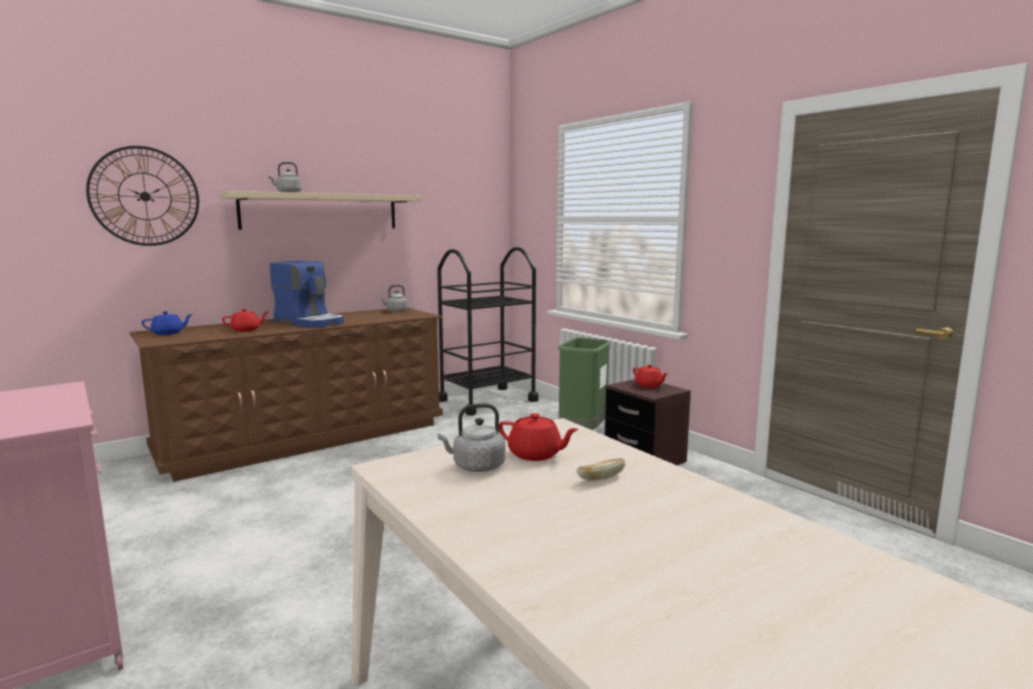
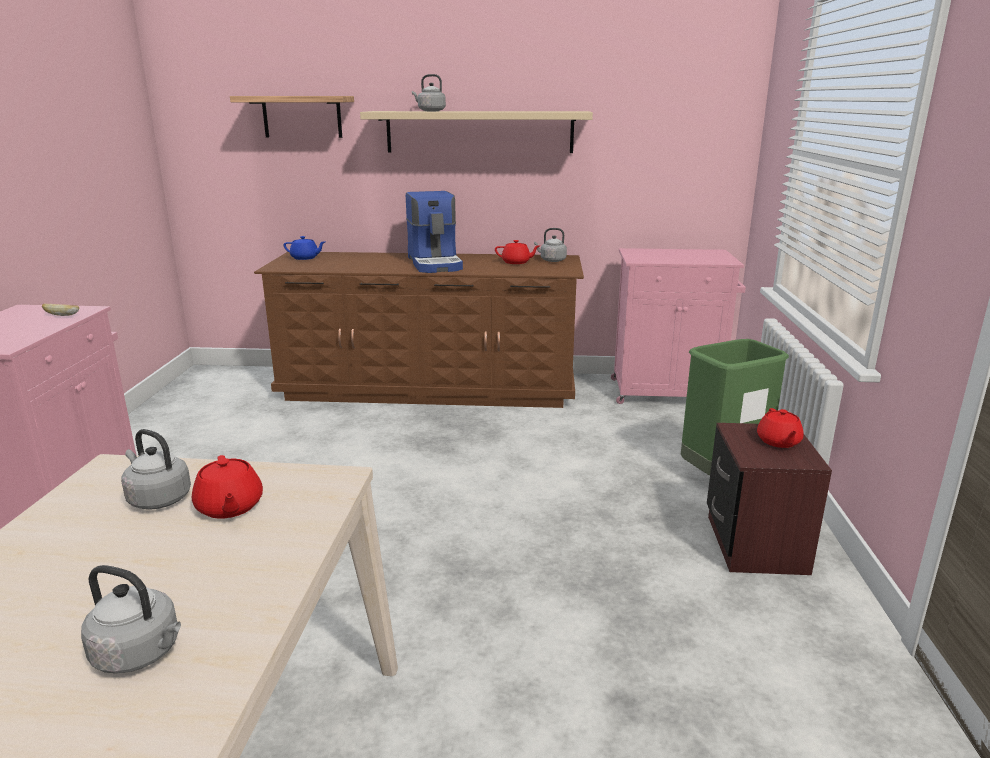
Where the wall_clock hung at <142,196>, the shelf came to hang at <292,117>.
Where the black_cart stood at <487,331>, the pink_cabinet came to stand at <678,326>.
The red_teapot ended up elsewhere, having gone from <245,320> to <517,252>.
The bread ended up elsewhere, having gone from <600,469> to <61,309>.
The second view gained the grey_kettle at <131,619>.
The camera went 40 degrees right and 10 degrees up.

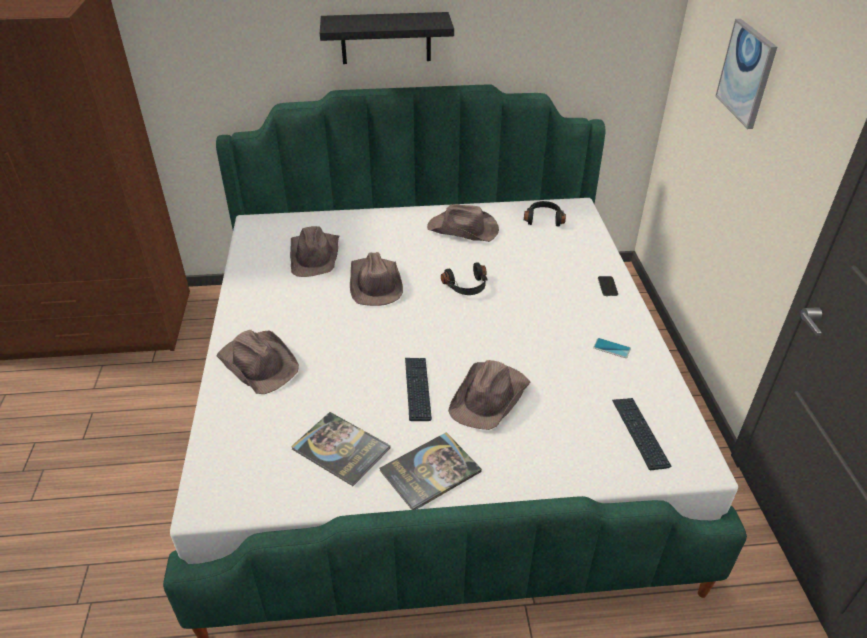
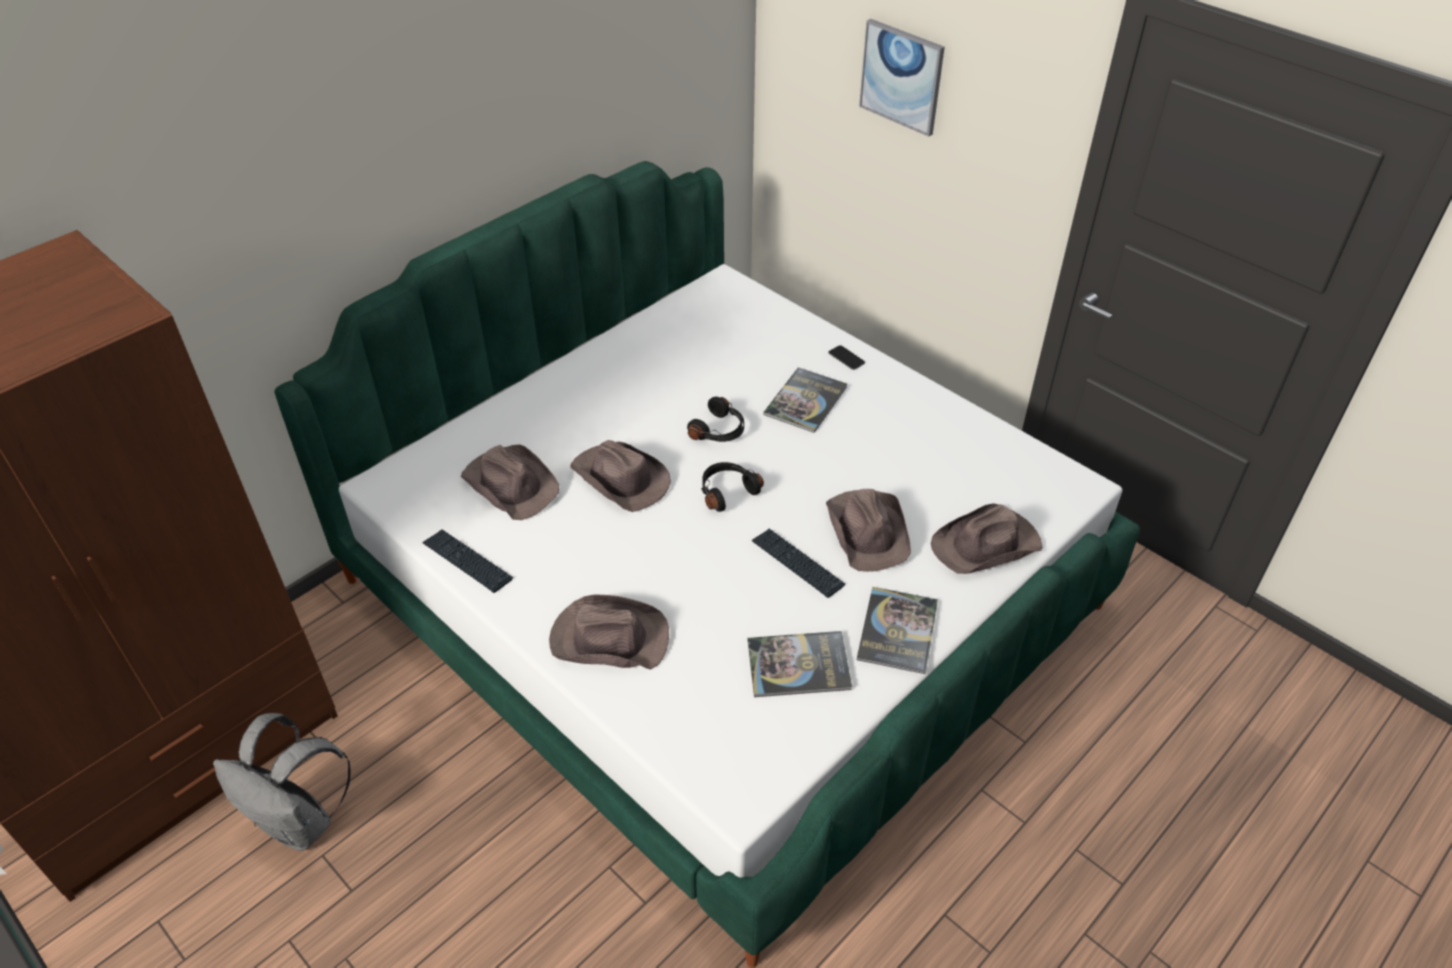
The second view lost the black_shelf at <387,38>.
The black_headphones ended up elsewhere, having gone from <545,213> to <732,487>.
The brown_hat ended up elsewhere, having gone from <463,223> to <987,538>.
The second view lost the phone at <612,348>.
The keyboard ended up elsewhere, having gone from <641,434> to <467,561>.
The second view gained the book at <805,400>.
The second view gained the grey_backpack at <281,782>.
The camera went 40 degrees left and 5 degrees up.

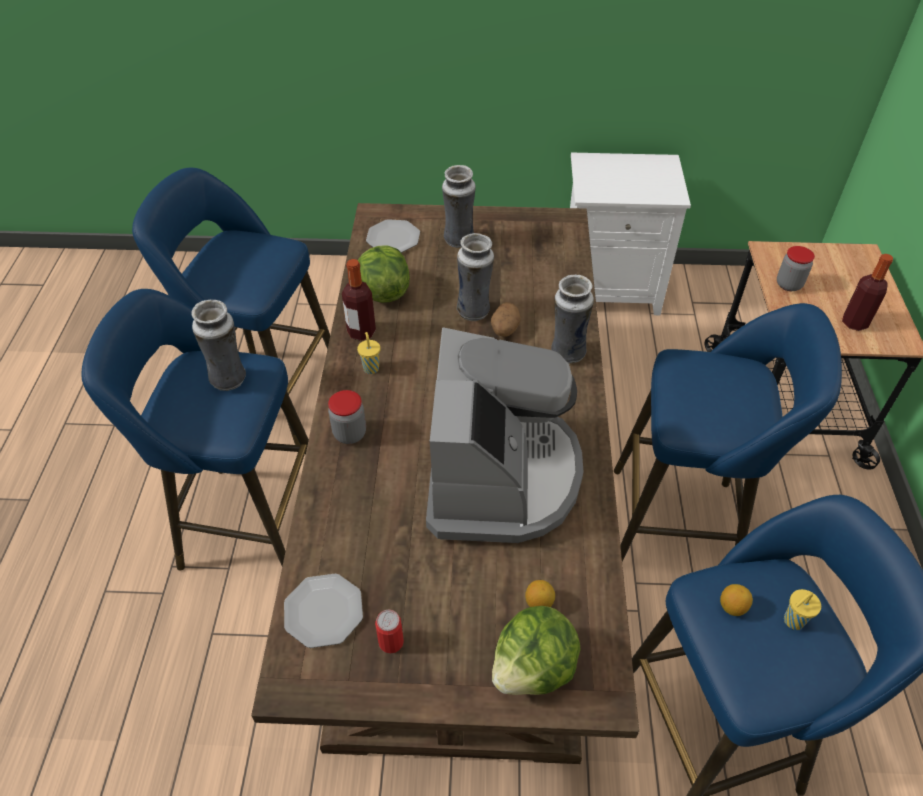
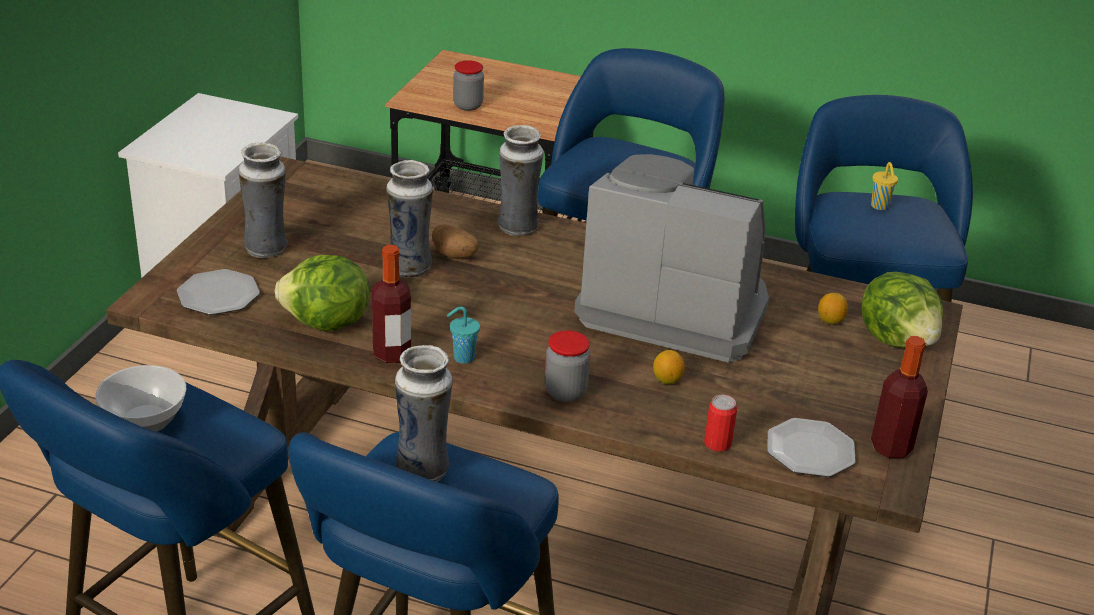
The bottle ended up elsewhere, having gone from <867,292> to <899,397>.
What was the yellow_cup at <368,353> turned into the turquoise_cup at <463,335>.
The lemon ended up elsewhere, having gone from <736,600> to <669,367>.
The can ended up elsewhere, having gone from <389,632> to <720,423>.
The second view gained the bowl at <141,398>.
The camera went 75 degrees left and 15 degrees down.

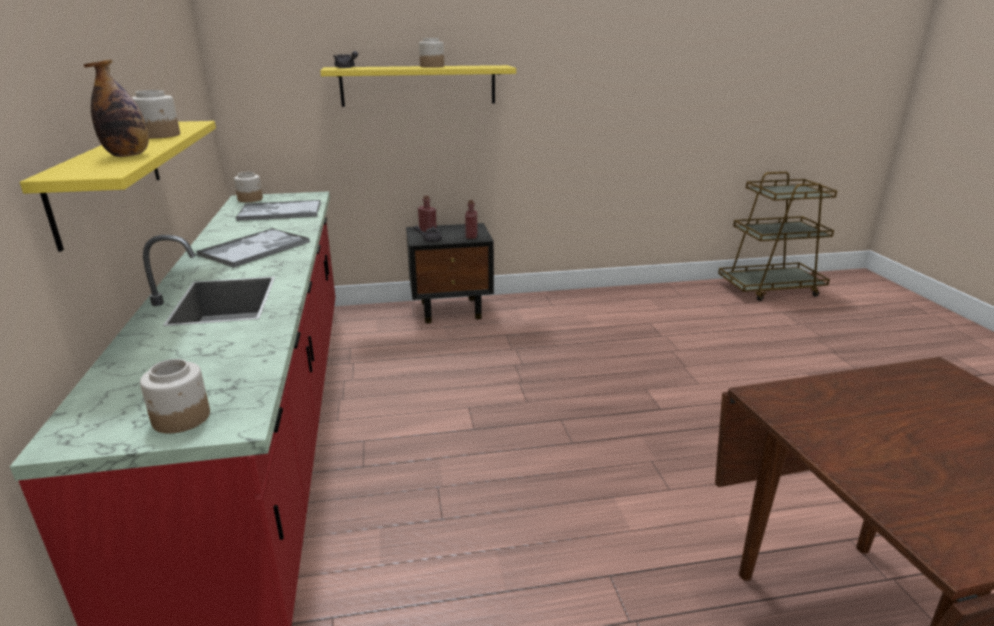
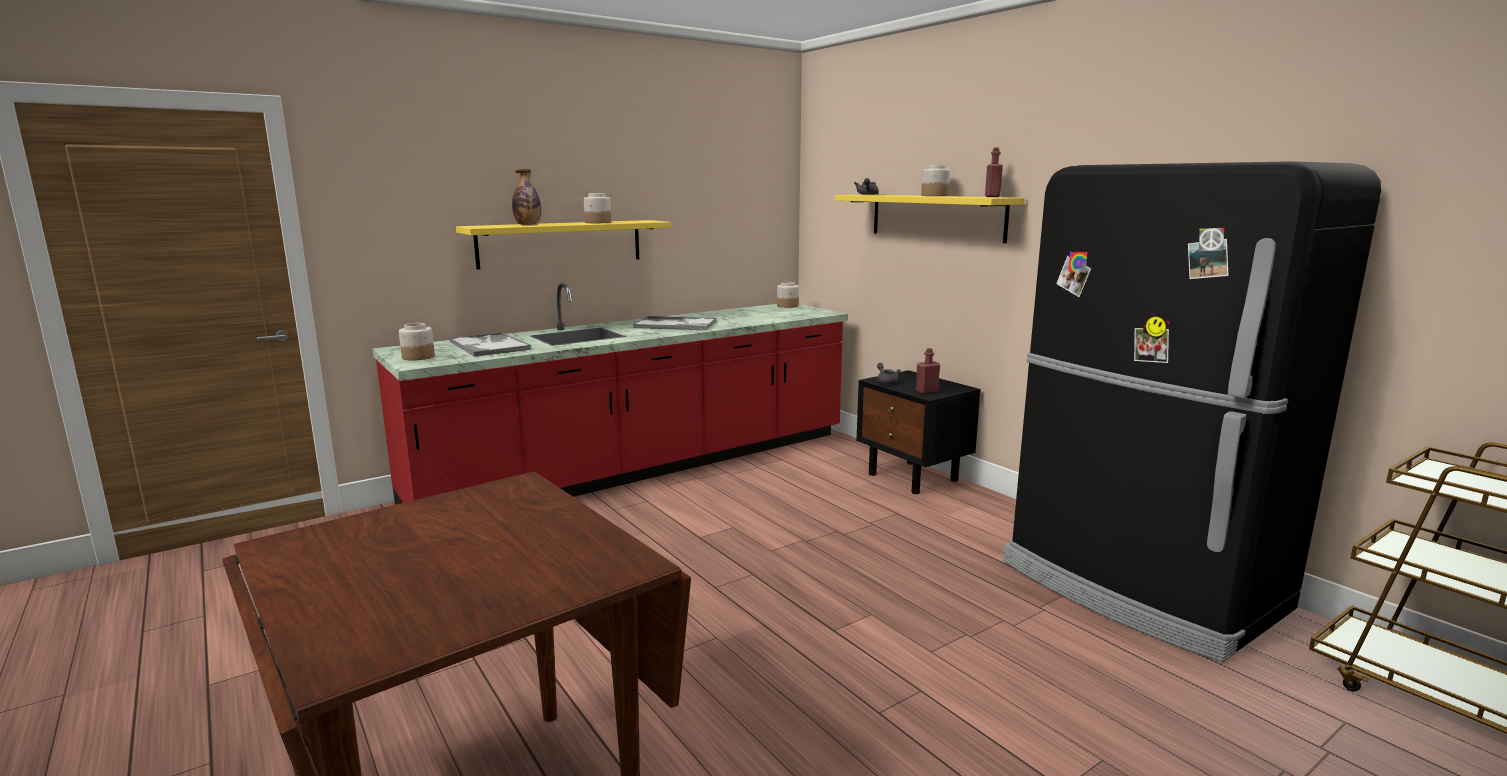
The red_bottle ended up elsewhere, having gone from <427,213> to <994,172>.
The tray ended up elsewhere, having gone from <278,210> to <490,344>.
The second view gained the black_fridge at <1192,411>.
The camera went 65 degrees right and 10 degrees down.

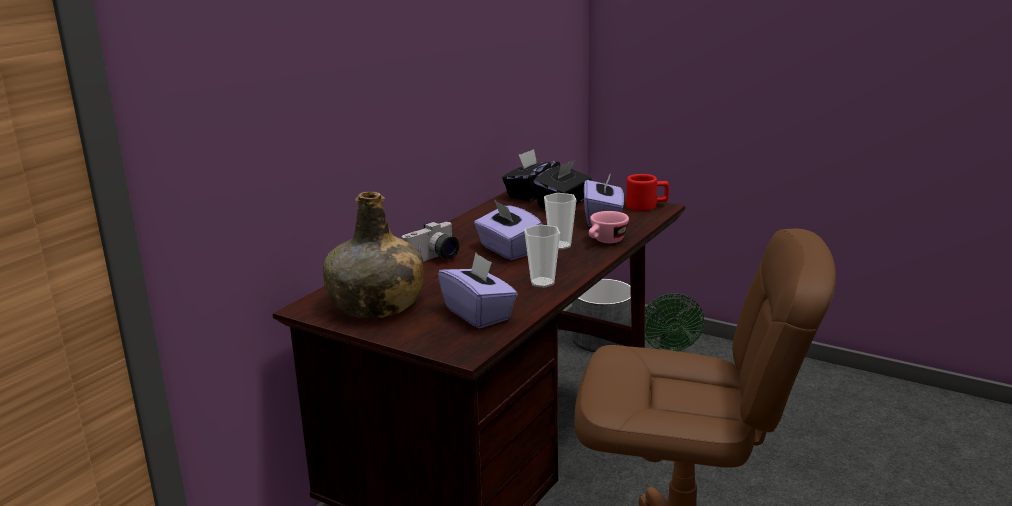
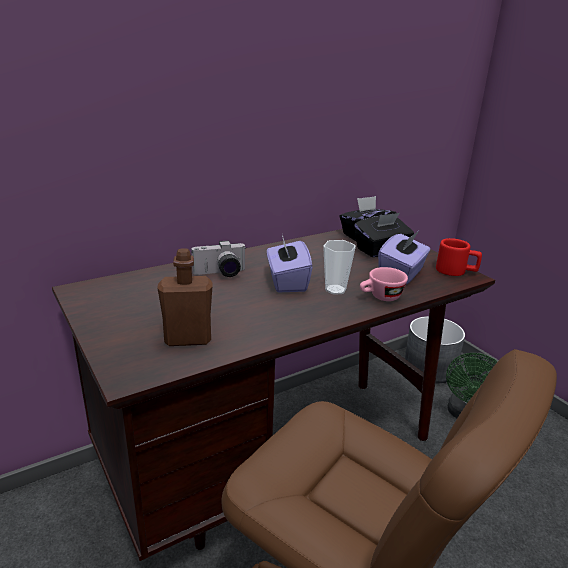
The second view lost the green_bottle at <373,255>.
The second view lost the cup at <542,256>.
Where the purple_tissue_box stood at <478,290>, the brown_bottle came to stand at <184,297>.
The camera went 25 degrees right and 5 degrees up.

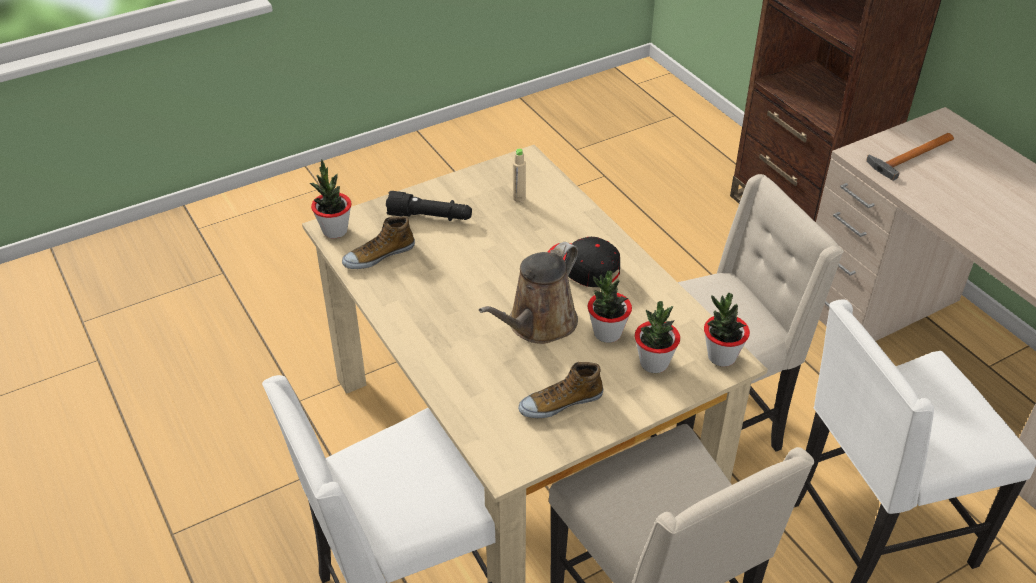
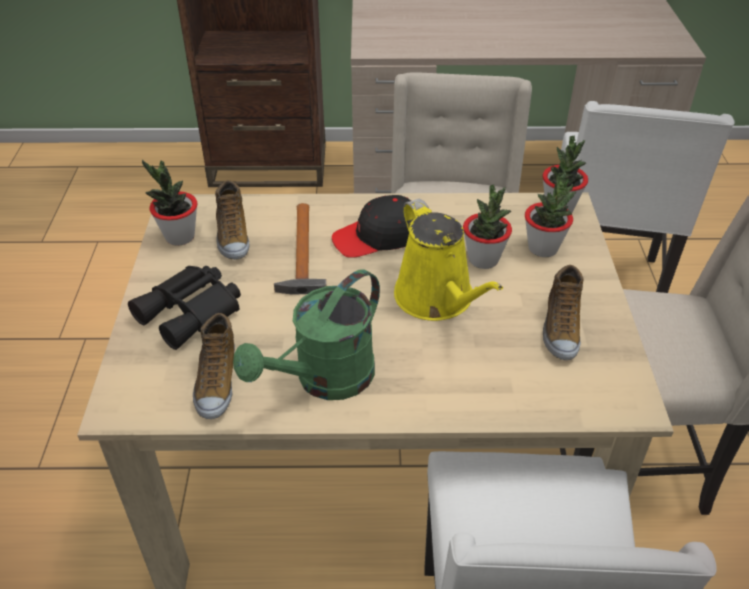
The hammer ended up elsewhere, having gone from <910,157> to <300,249>.
Where the beige_bottle stood at <519,175>, the shoe came to stand at <232,220>.
The potted_plant ended up elsewhere, having gone from <330,198> to <170,203>.
Where the black_flashlight stood at <429,206>, the black_binoculars came to stand at <184,308>.
What was the brown_watering_can at <528,293> turned into the yellow_watering_can at <448,260>.
The second view gained the green_watering_can at <306,334>.
The camera went 60 degrees left and 0 degrees up.

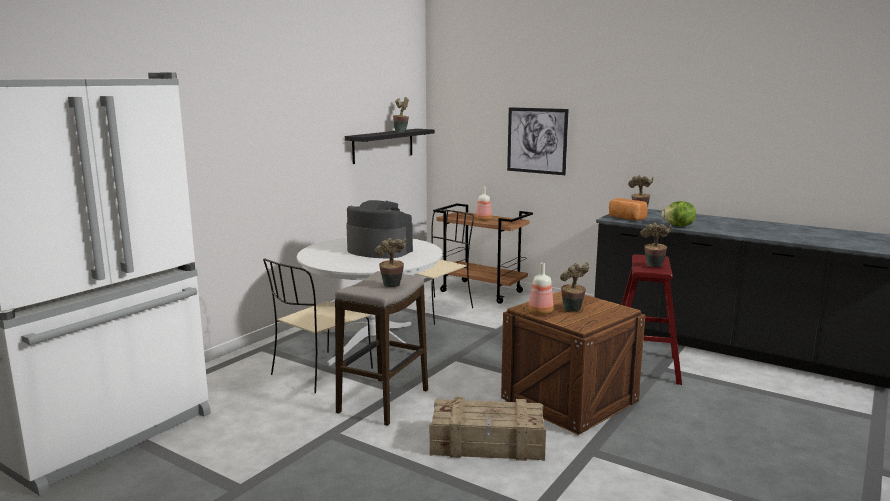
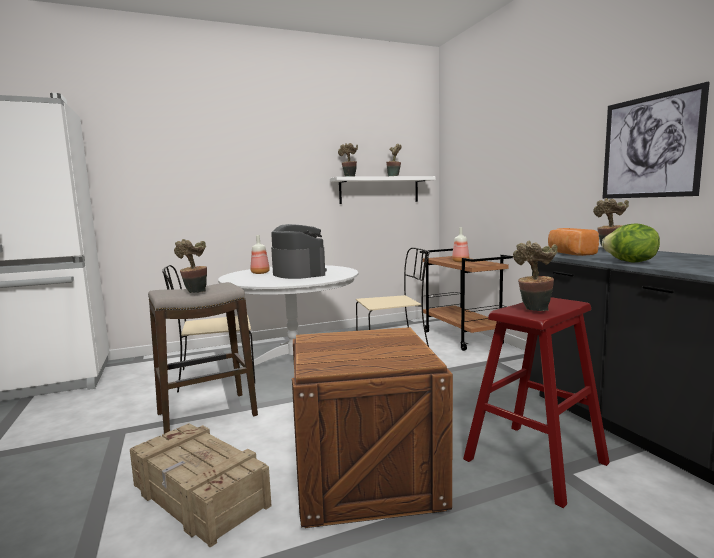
The picture ended up elsewhere, having gone from <538,141> to <656,140>.
What was the black_shelf at <390,146> turned into the white_shelf at <383,190>.
The potted_plant ended up elsewhere, having gone from <574,286> to <348,160>.
The bottle ended up elsewhere, having gone from <541,289> to <260,254>.
The camera went 35 degrees right and 5 degrees down.

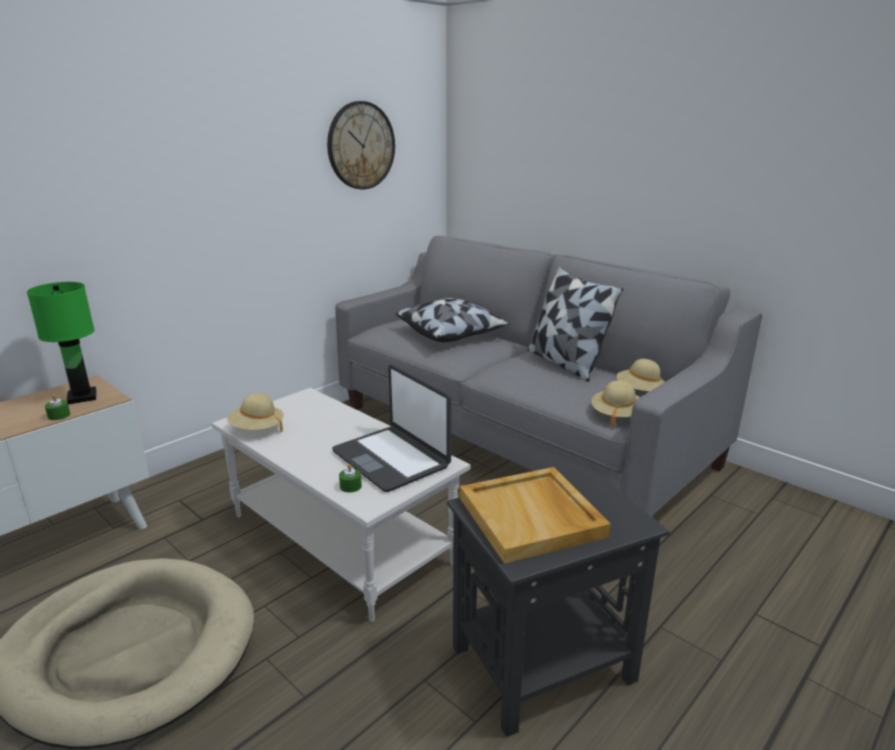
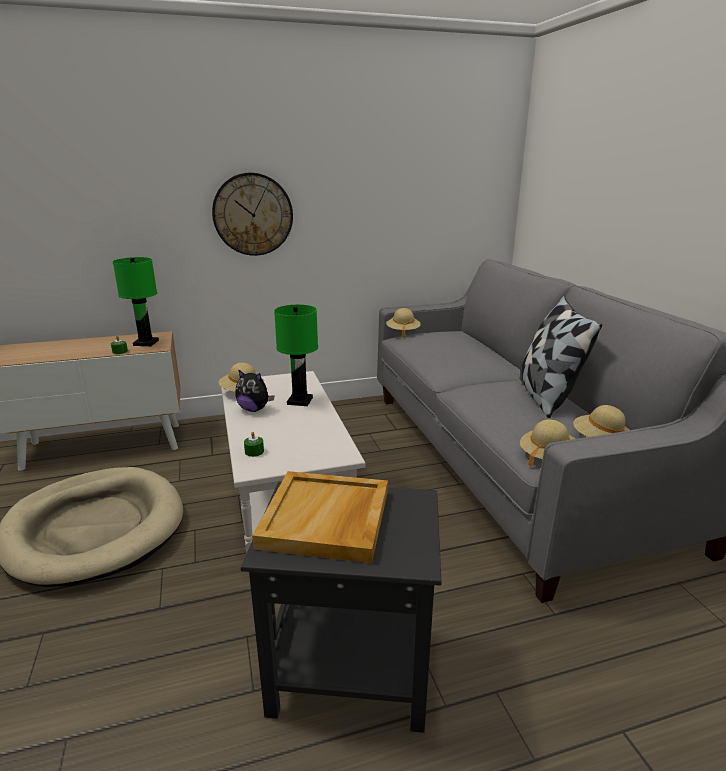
The wall_clock ended up elsewhere, having gone from <361,145> to <252,214>.
The second view lost the pillow at <453,320>.
The second view lost the laptop at <391,428>.
The second view gained the green_table_lamp at <296,355>.
The second view gained the beige_hat at <403,322>.
The second view gained the plush_toy at <254,390>.
The camera went 30 degrees right and 0 degrees up.

